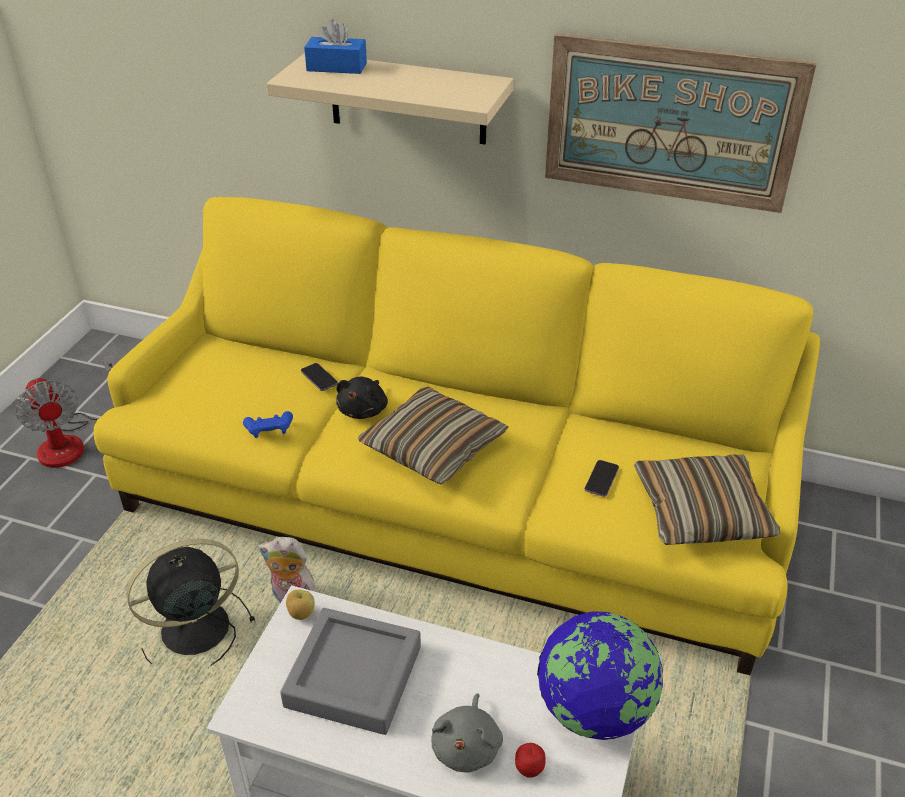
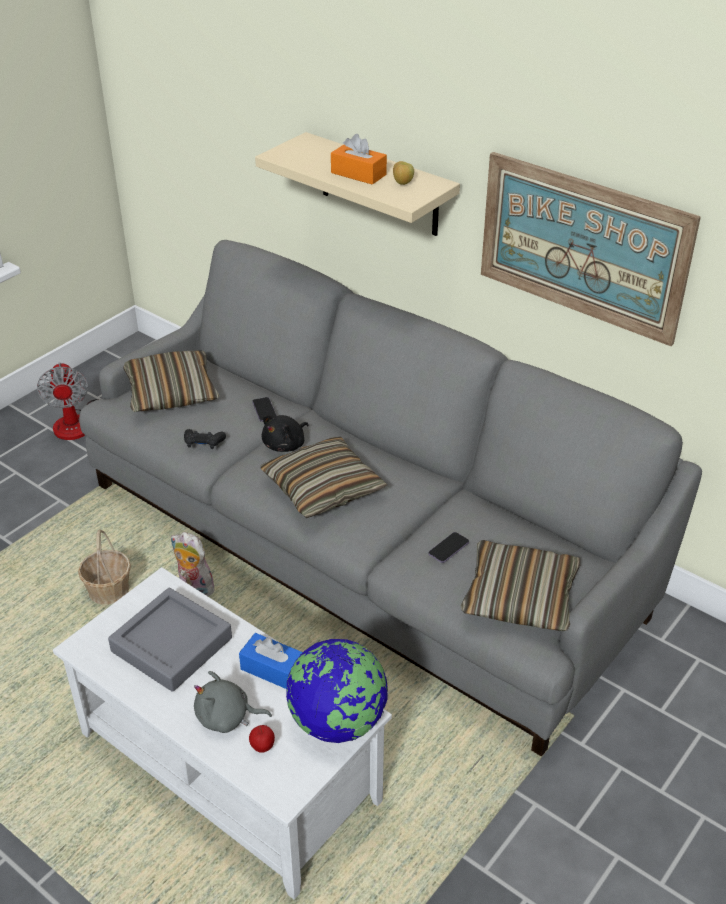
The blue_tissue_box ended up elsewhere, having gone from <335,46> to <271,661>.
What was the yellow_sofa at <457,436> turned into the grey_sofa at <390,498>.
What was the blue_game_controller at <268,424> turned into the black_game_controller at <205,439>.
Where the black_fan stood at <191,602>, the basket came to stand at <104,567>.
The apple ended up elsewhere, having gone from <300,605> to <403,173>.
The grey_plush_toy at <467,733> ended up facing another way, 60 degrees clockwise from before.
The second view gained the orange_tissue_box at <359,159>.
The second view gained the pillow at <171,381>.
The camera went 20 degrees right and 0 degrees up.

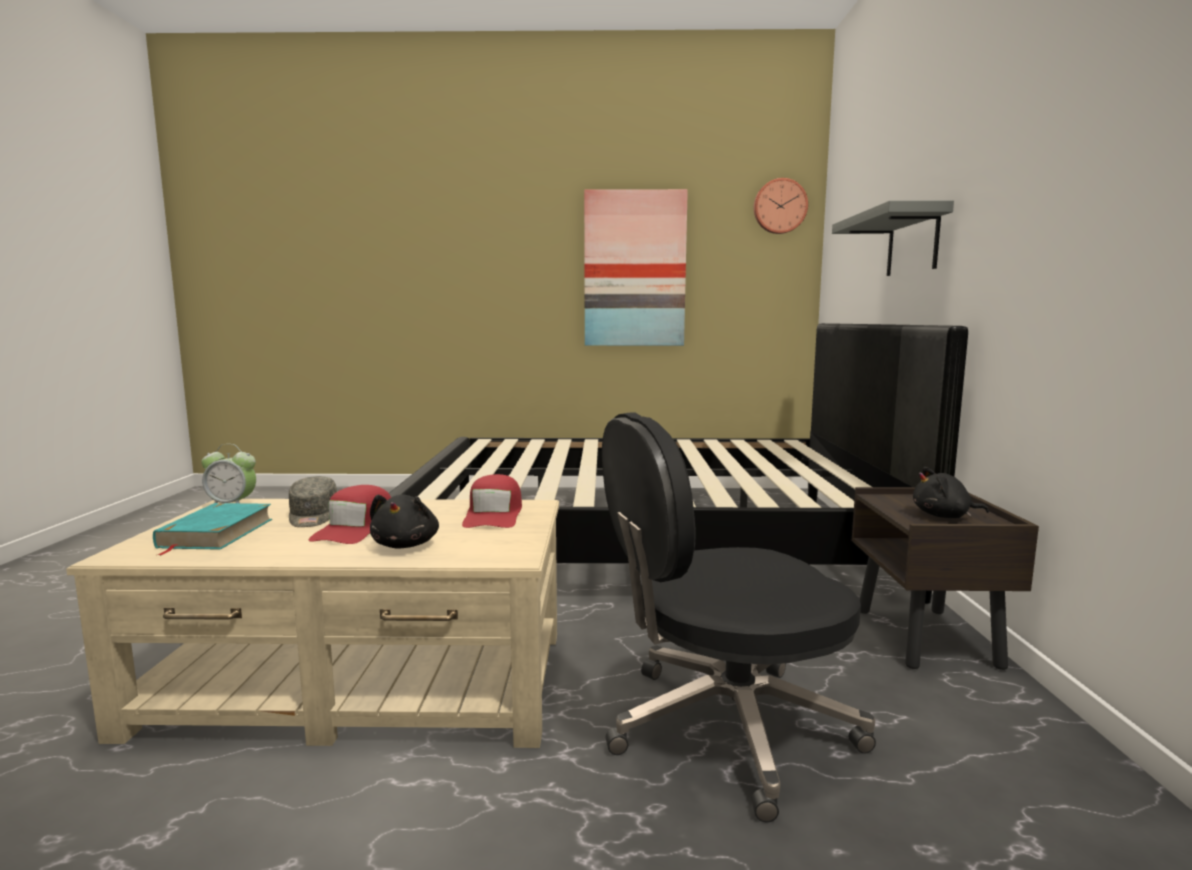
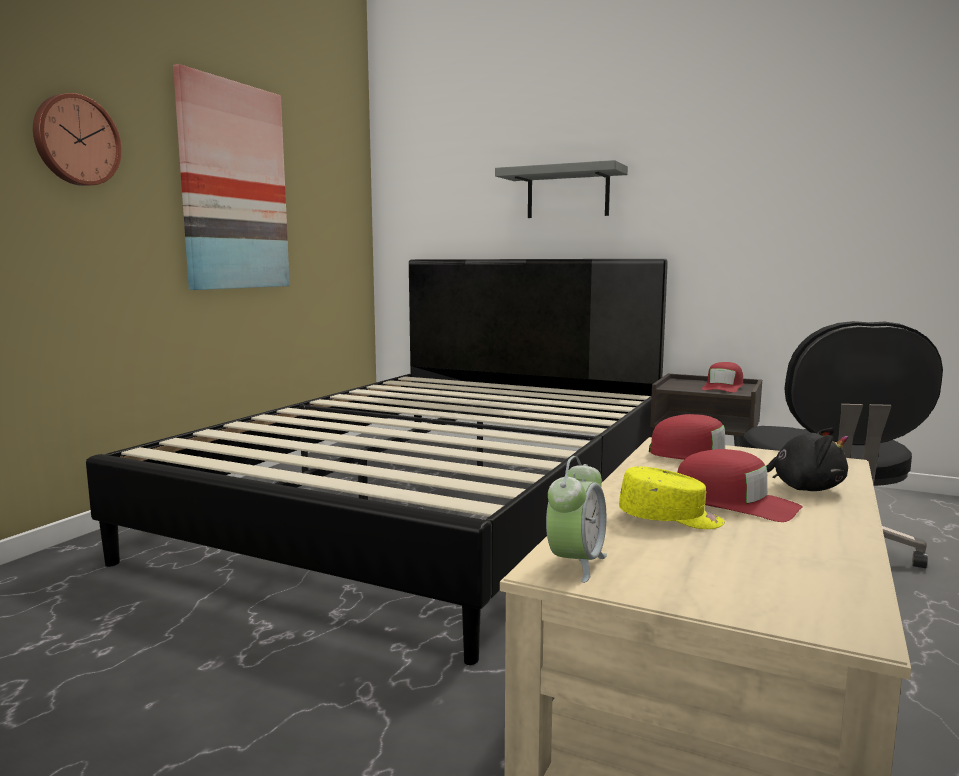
The wall_clock ended up elsewhere, having gone from <781,206> to <77,139>.
Where the black_plush_toy stood at <951,492>, the red_cap came to stand at <722,377>.
What was the grey_cap at <313,501> turned into the yellow_cap at <672,497>.
The second view lost the turquoise_book at <212,529>.
The camera went 65 degrees left and 0 degrees up.

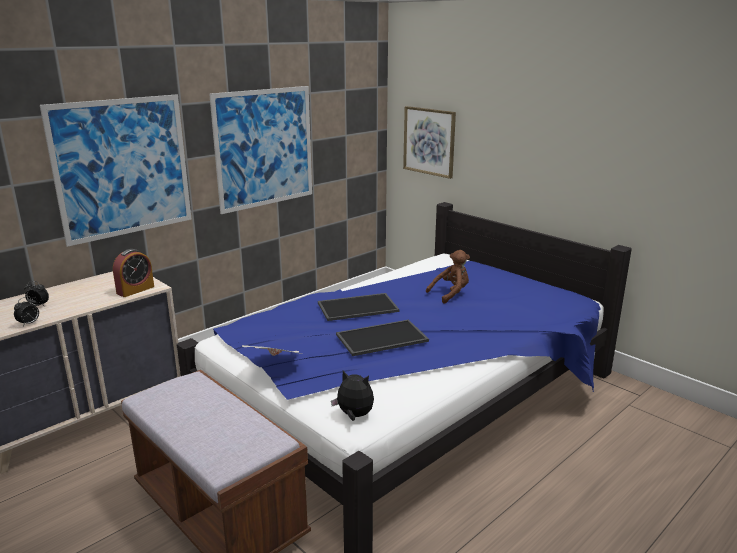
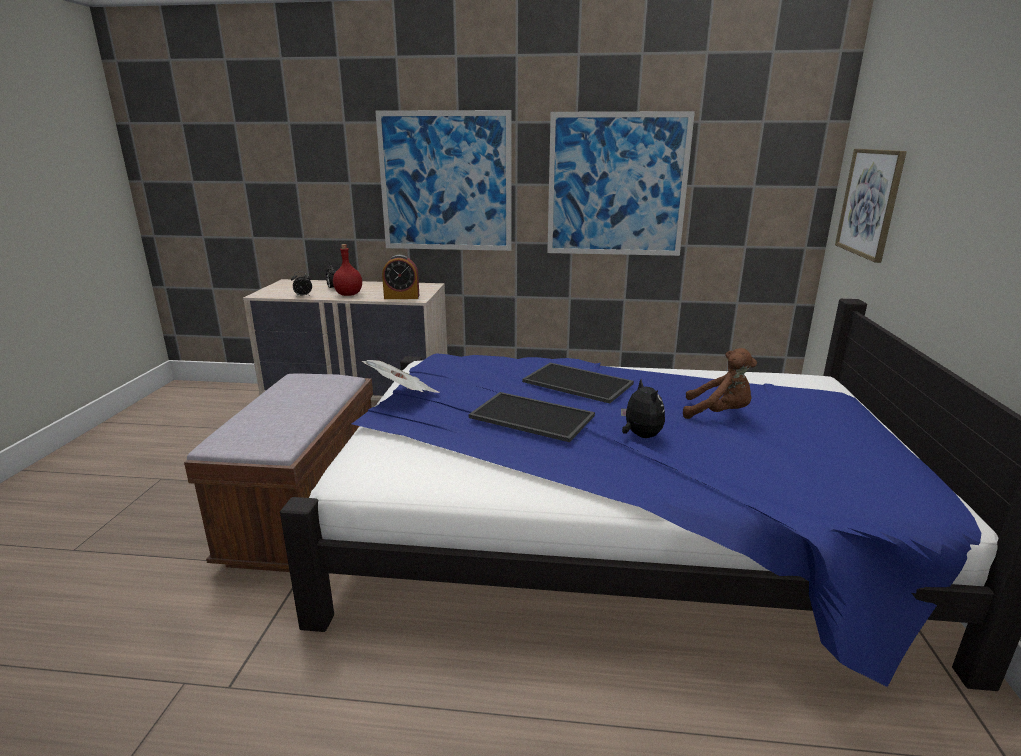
The plush_toy ended up elsewhere, having gone from <352,395> to <643,408>.
The second view gained the red_bottle at <347,270>.
The camera went 50 degrees right and 0 degrees up.

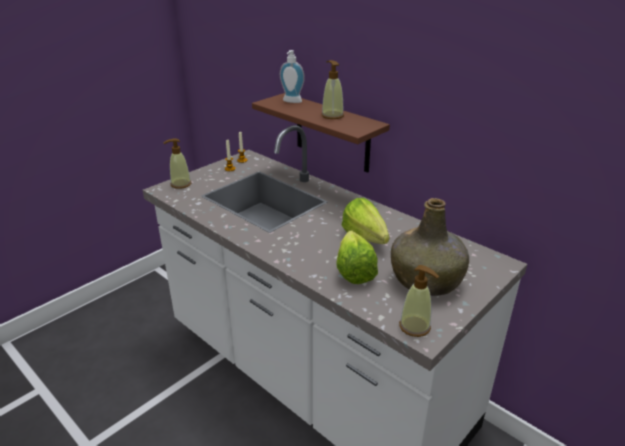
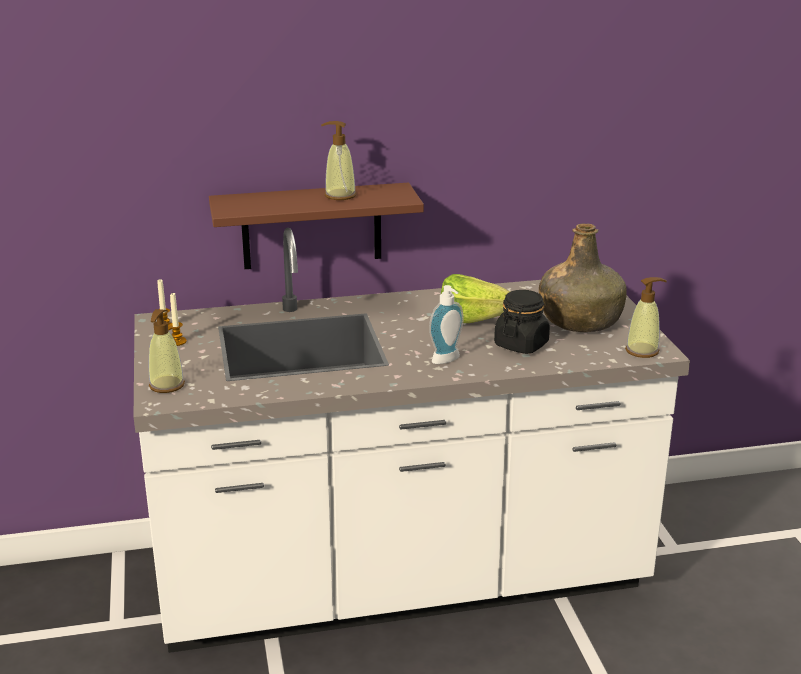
The soap_dispenser ended up elsewhere, having gone from <292,76> to <446,324>.
Where the lettuce stood at <357,257>, the black_jar came to stand at <522,322>.
The camera went 55 degrees left and 5 degrees down.

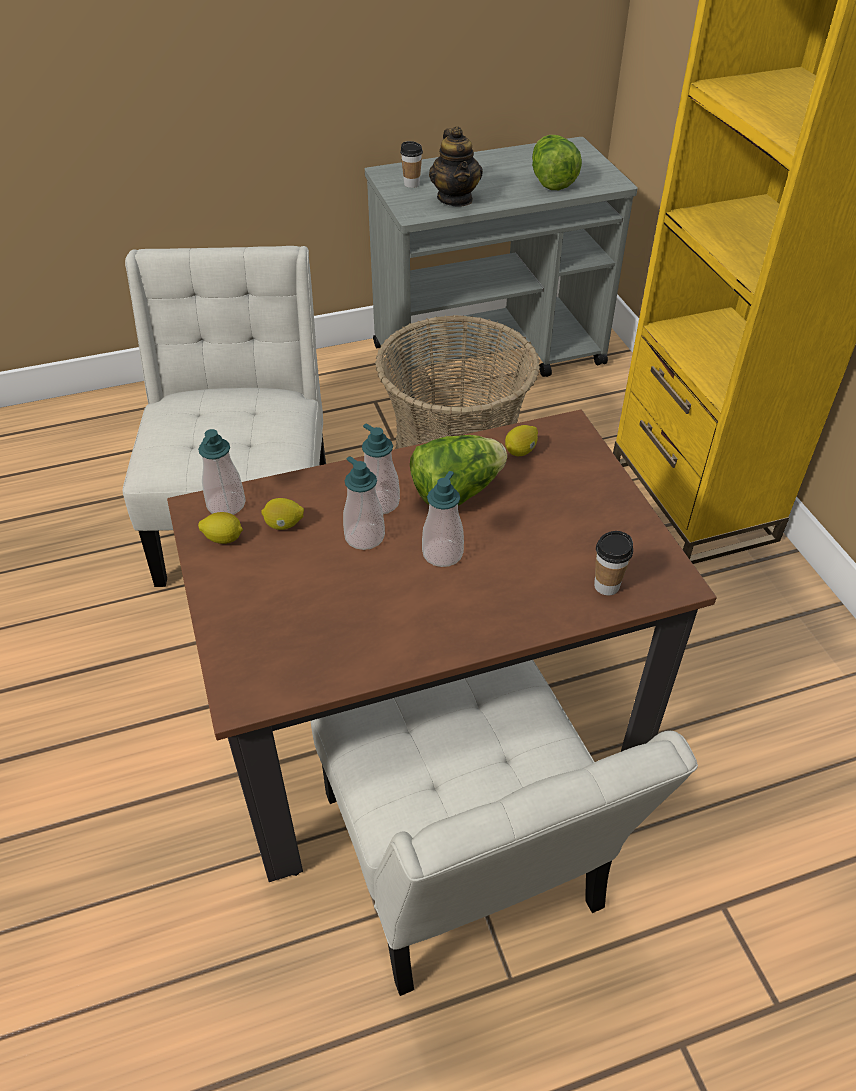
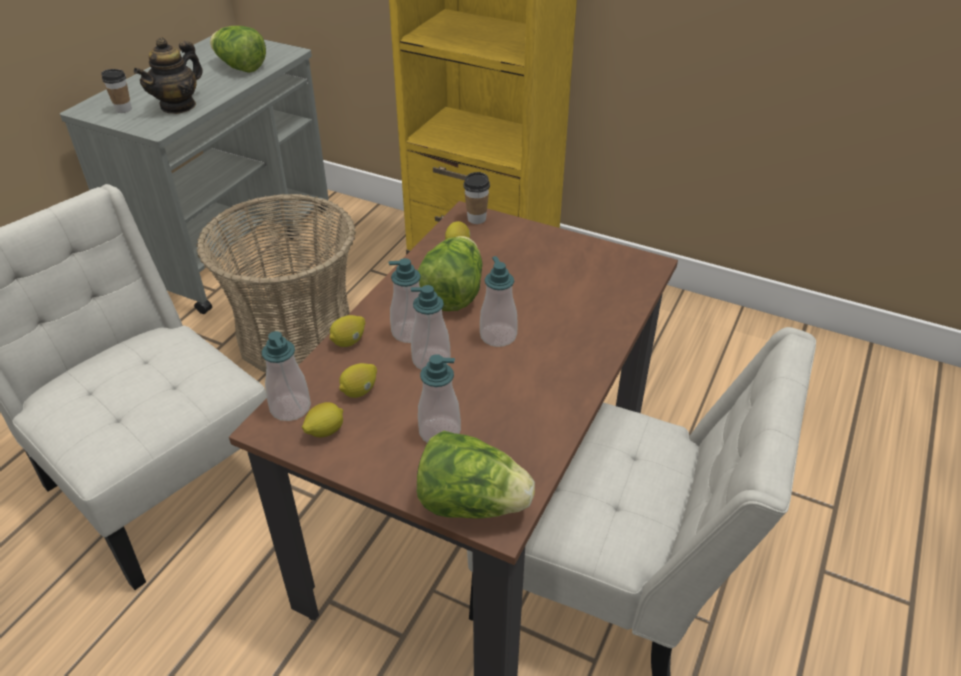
The teapot at <456,166> ended up facing another way, 90 degrees clockwise from before.
The cup ended up elsewhere, having gone from <613,563> to <476,198>.
The second view gained the lemon at <347,331>.
The second view gained the soap_dispenser at <439,398>.
The second view gained the lettuce at <476,474>.
The camera went 45 degrees left and 5 degrees down.

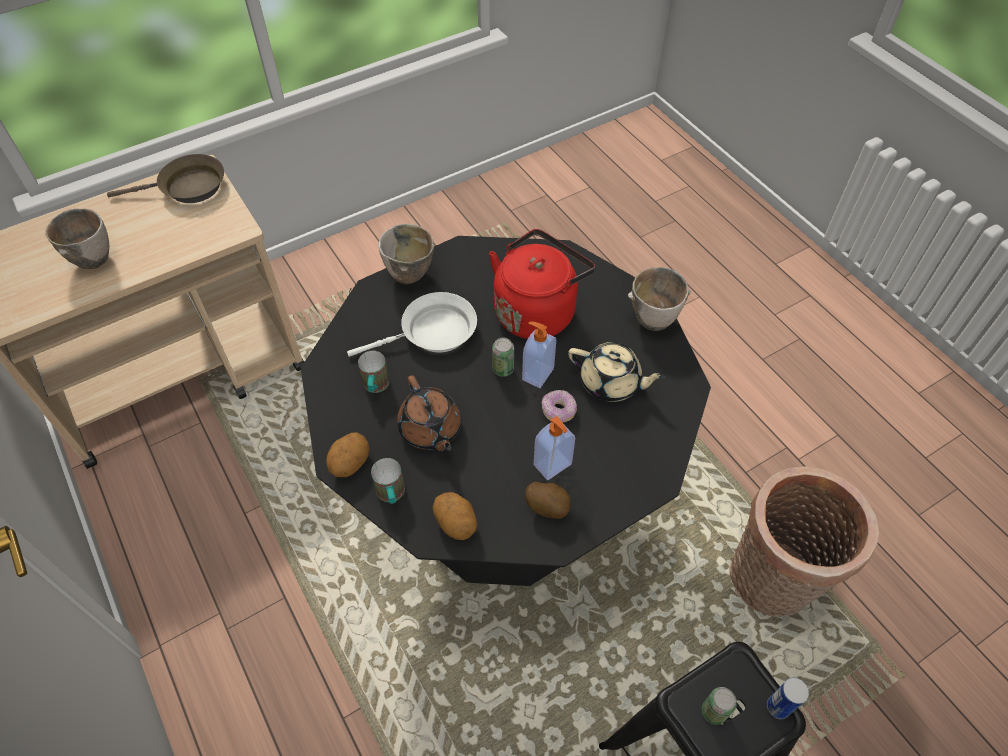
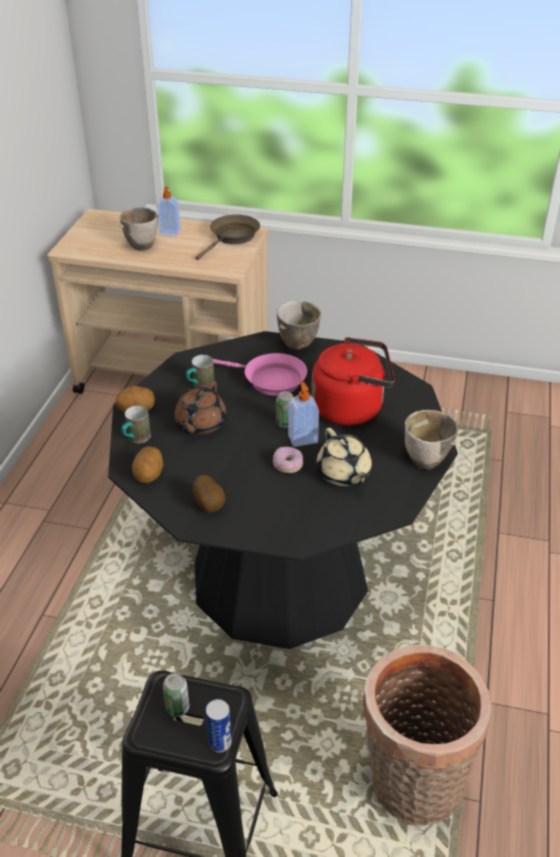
The brown_frying_pan at <165,178> ended up facing another way, 90 degrees counterclockwise from before.
What was the white_frying_pan at <412,324> turned into the pink_frying_pan at <260,374>.
The soap_dispenser ended up elsewhere, having gone from <554,448> to <169,211>.
The camera went 45 degrees right and 15 degrees down.

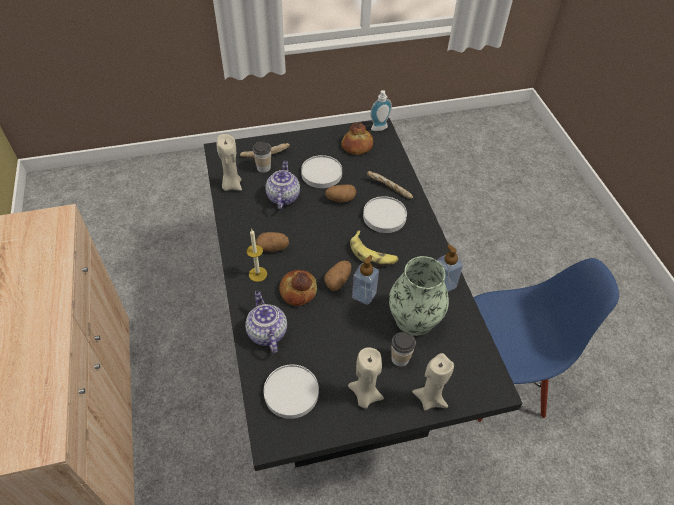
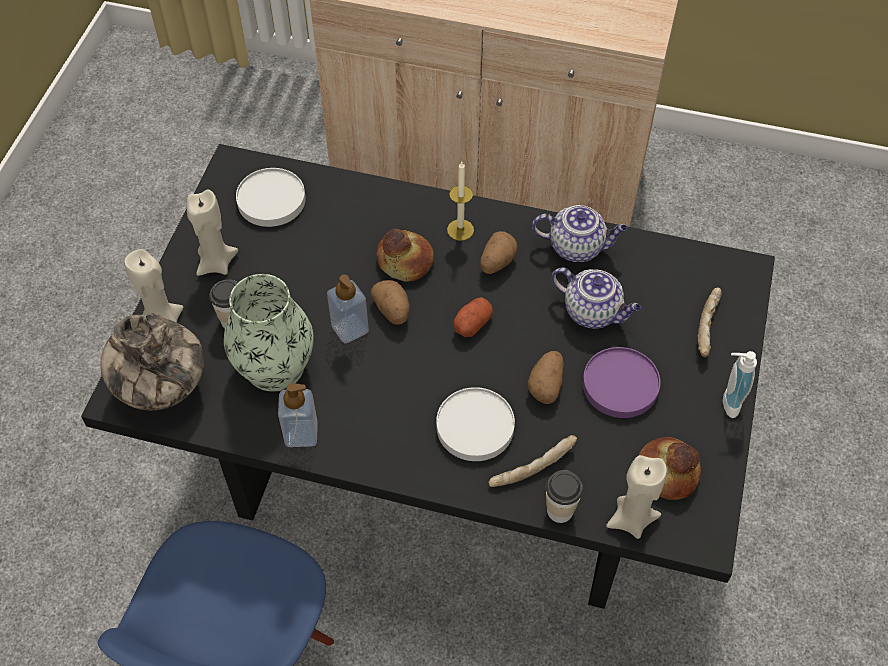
The soap_dispenser ended up elsewhere, having gone from <381,110> to <740,384>.
The beige_candle ended up elsewhere, having gone from <229,162> to <636,497>.
The cup ended up elsewhere, having gone from <262,157> to <564,496>.
What was the white_plate at <321,171> turned into the purple_plate at <621,382>.
The second view lost the banana at <374,248>.
The teapot ended up elsewhere, having gone from <266,321> to <580,233>.
The second view gained the potato at <473,317>.
The second view gained the vase at <152,361>.
The camera went 120 degrees right and 5 degrees up.

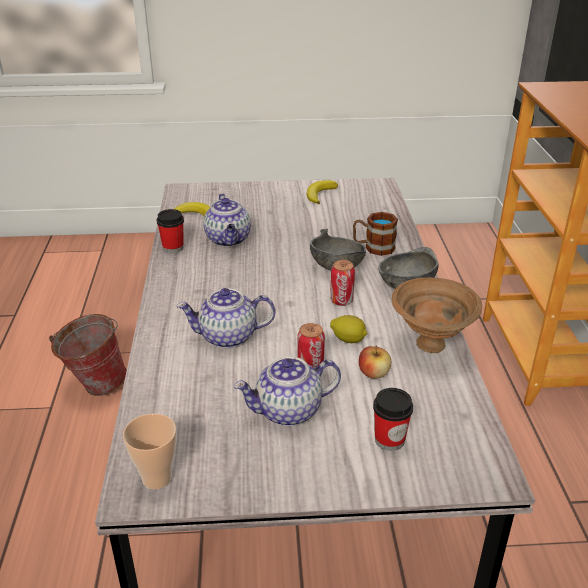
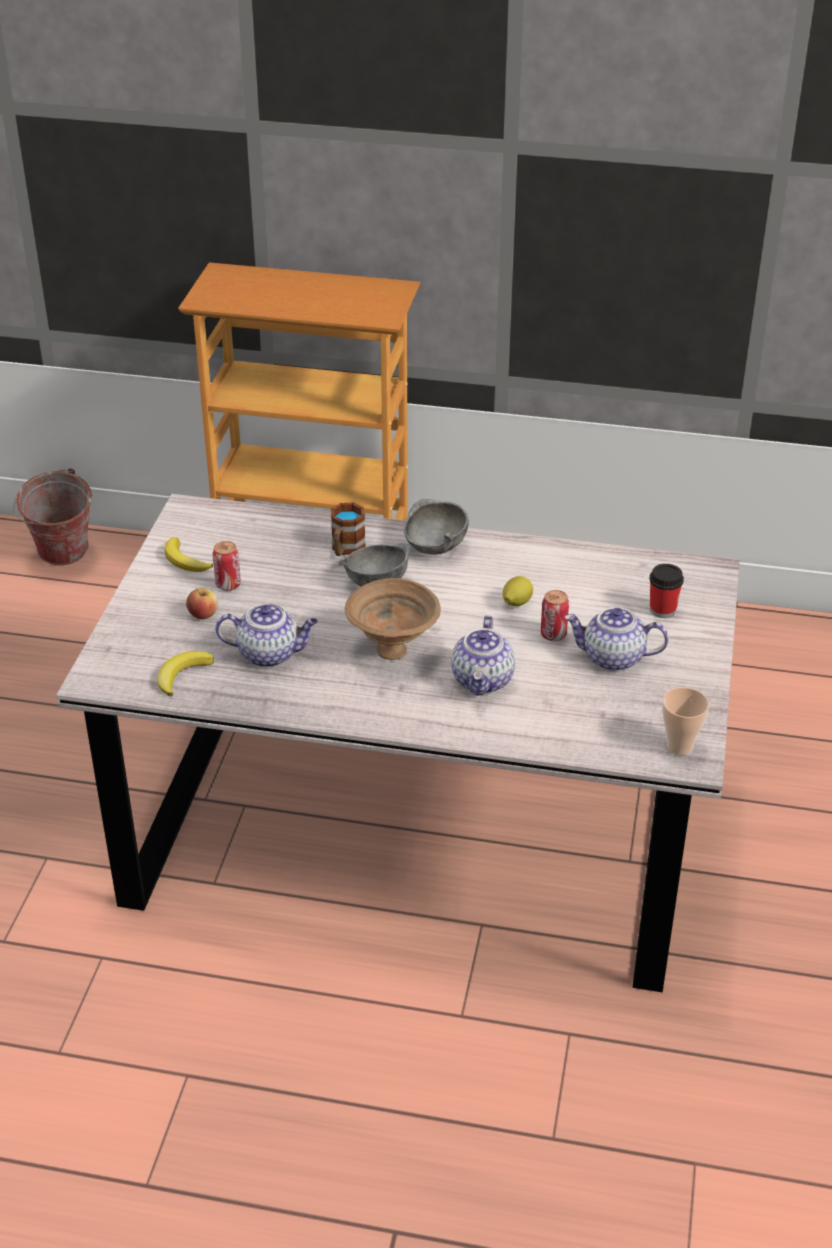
The second view lost the cup at <170,231>.
The can ended up elsewhere, having gone from <342,283> to <226,566>.
The brown_bowl ended up elsewhere, having gone from <437,315> to <393,619>.
The bucket ended up elsewhere, having gone from <88,355> to <52,516>.
The apple ended up elsewhere, having gone from <375,362> to <202,604>.
The teapot at <287,391> ended up facing another way, 105 degrees clockwise from before.
The camera went 75 degrees left and 5 degrees up.

